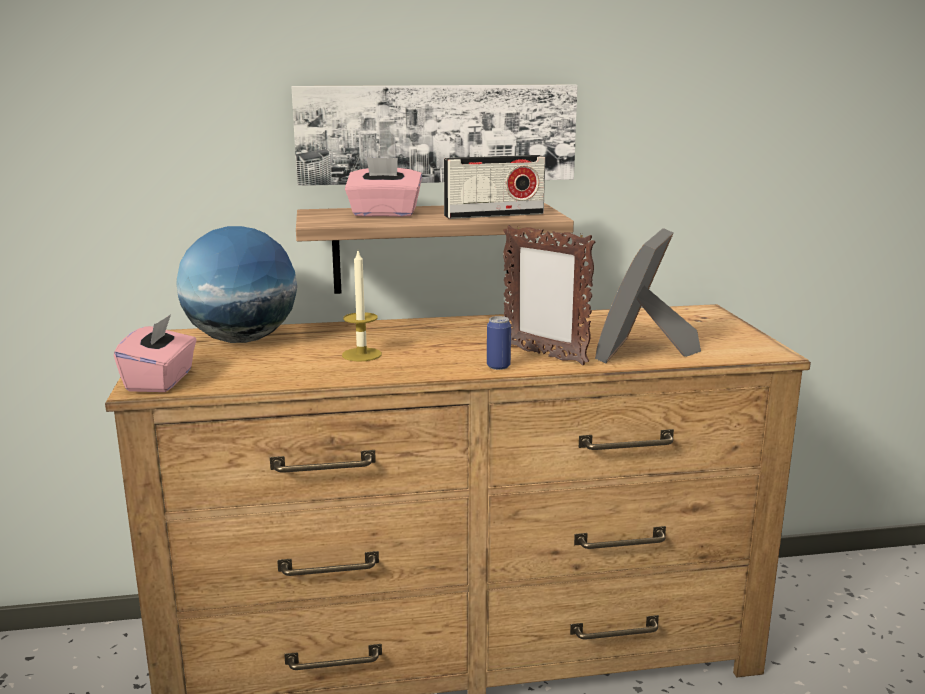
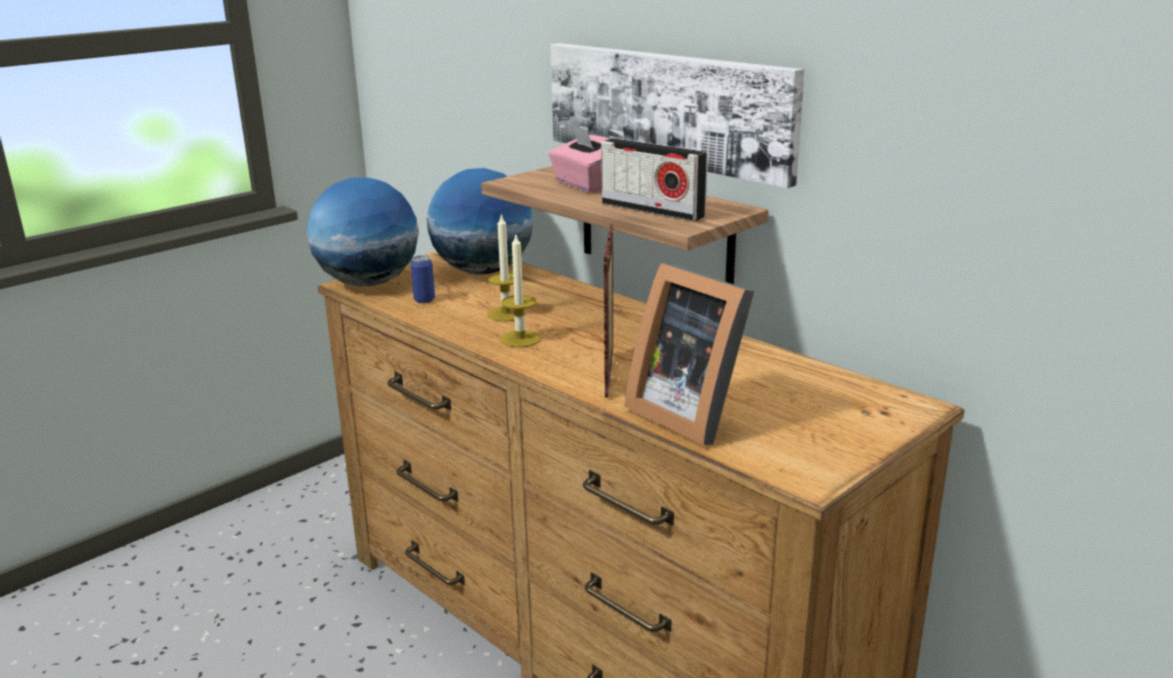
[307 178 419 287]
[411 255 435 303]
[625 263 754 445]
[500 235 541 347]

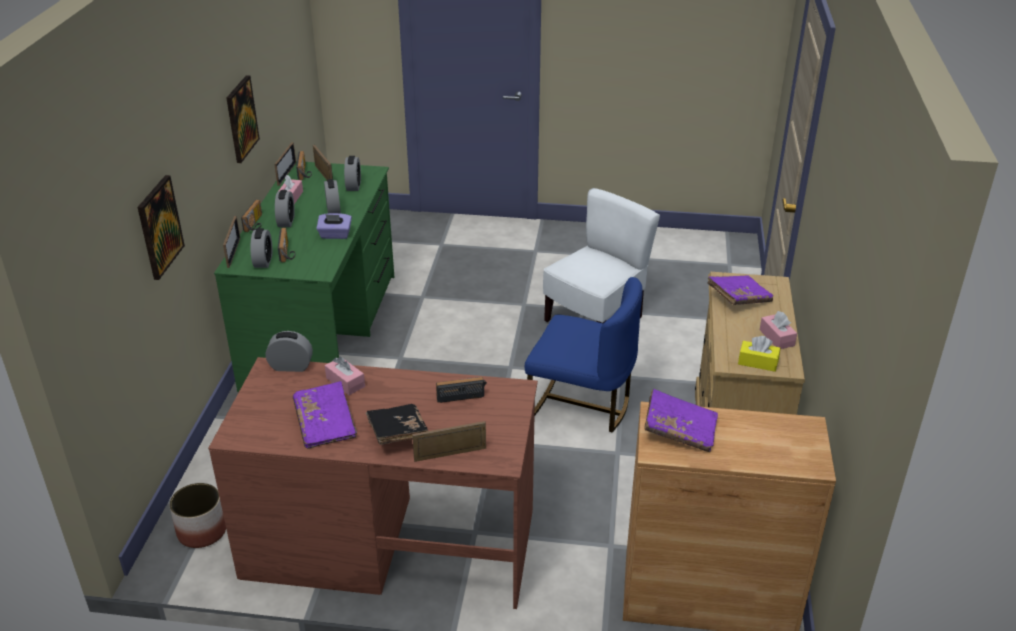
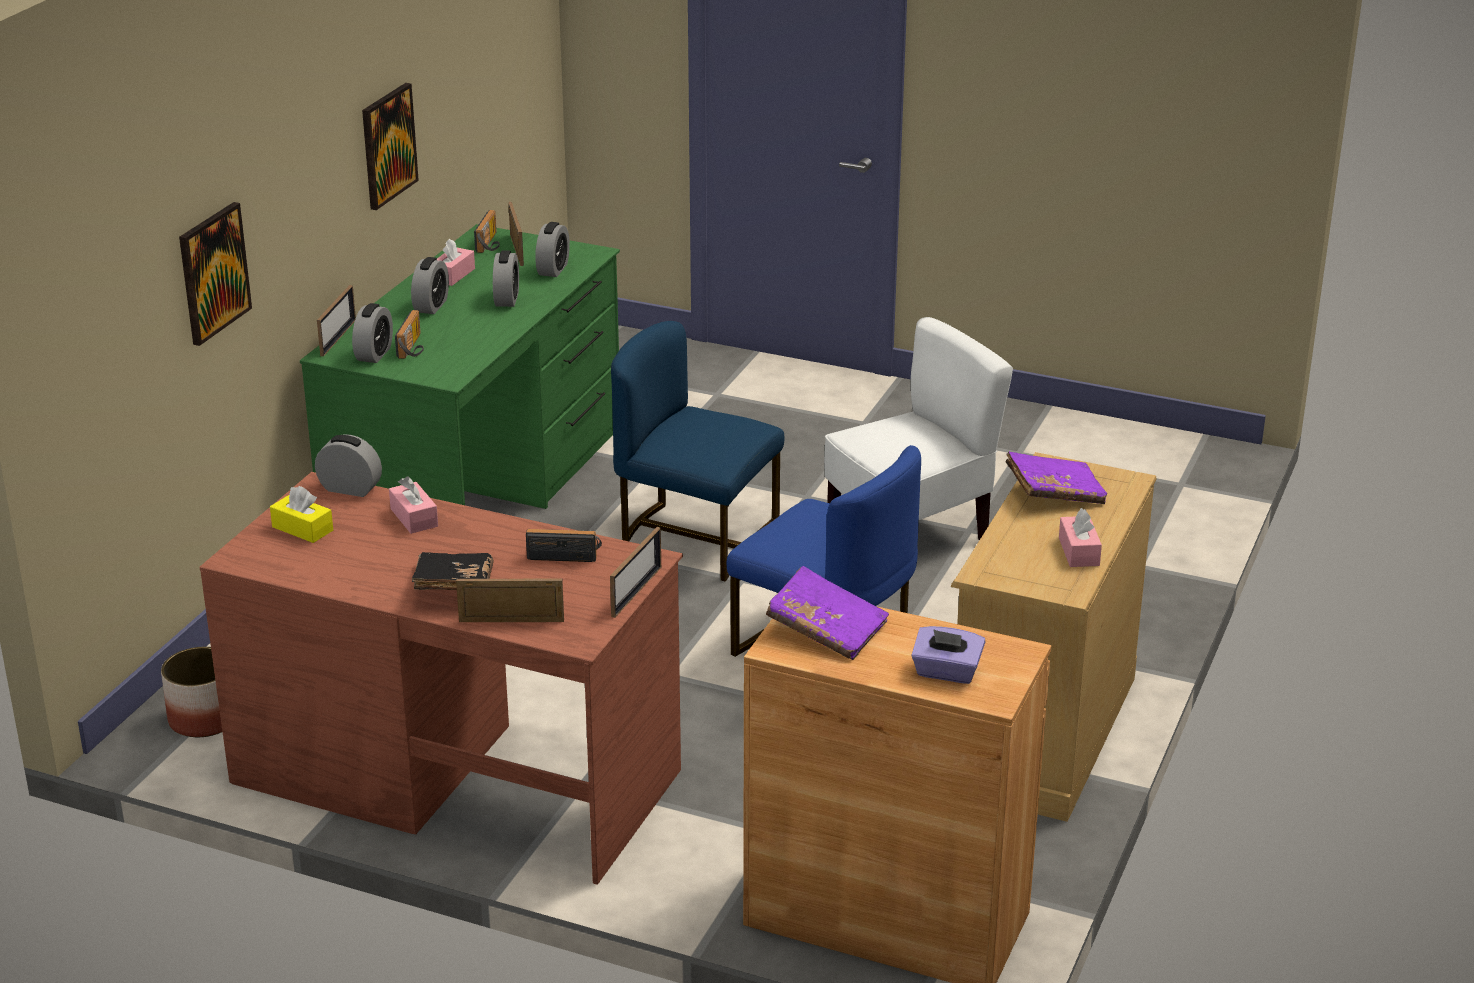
[241 200 262 232] (first image)
[610 527 661 618]
[293 381 357 449] (first image)
[911 626 985 684]
[270 486 333 543]
[611 321 784 581]

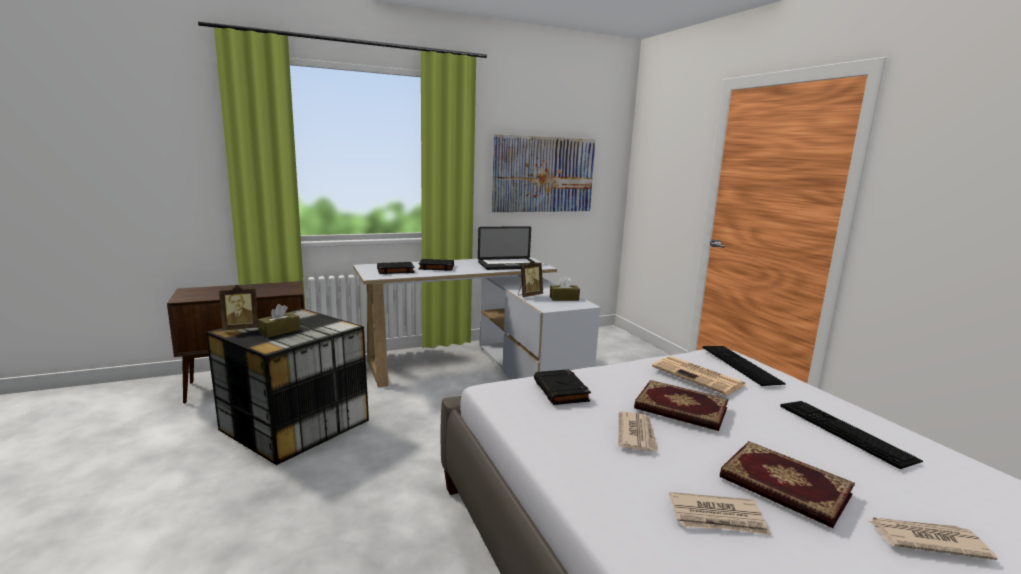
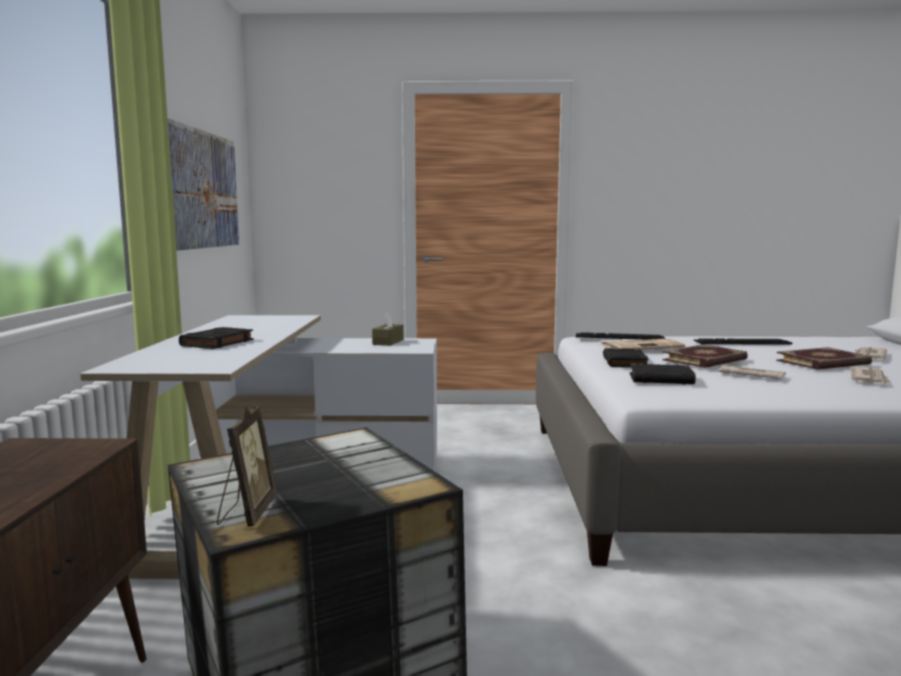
[258 304 300 338] (first image)
[603 348 648 368]
[478 226 536 270] (first image)
[518 260 543 297] (first image)

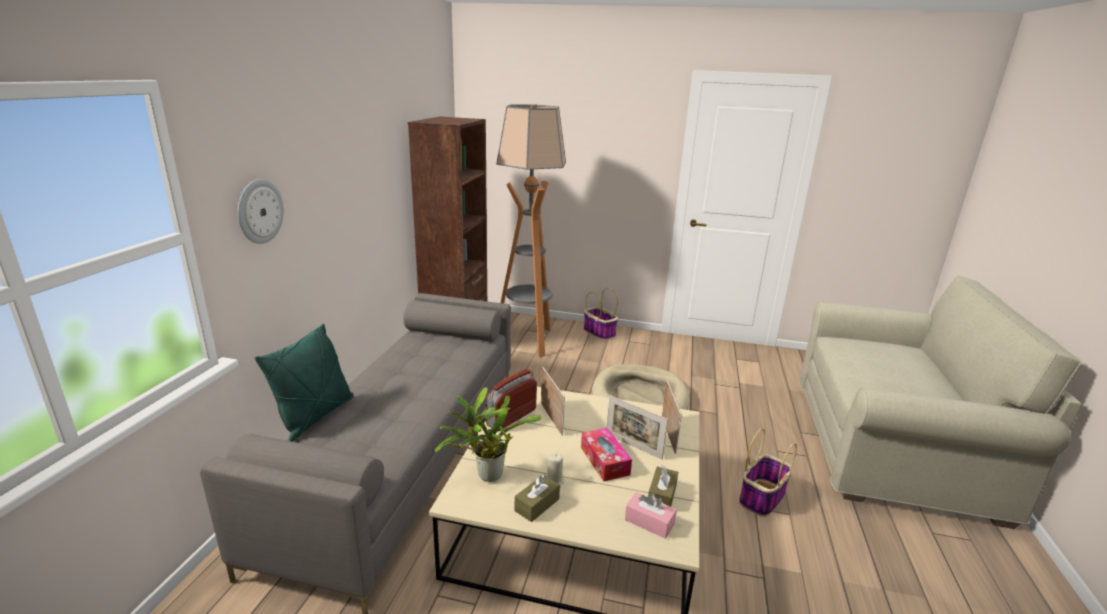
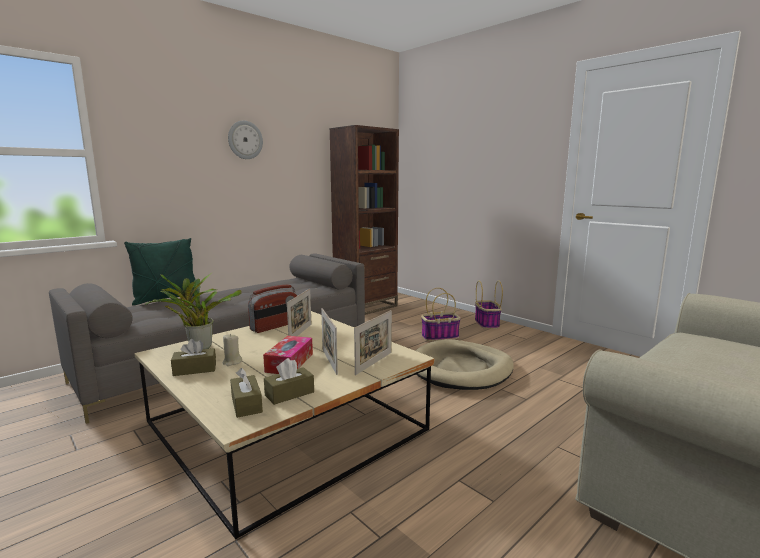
[228 120 263 159]
[248 284 297 333]
[496 104 566 357] (first image)
[230 368 263 418]
[421 288 461 341]

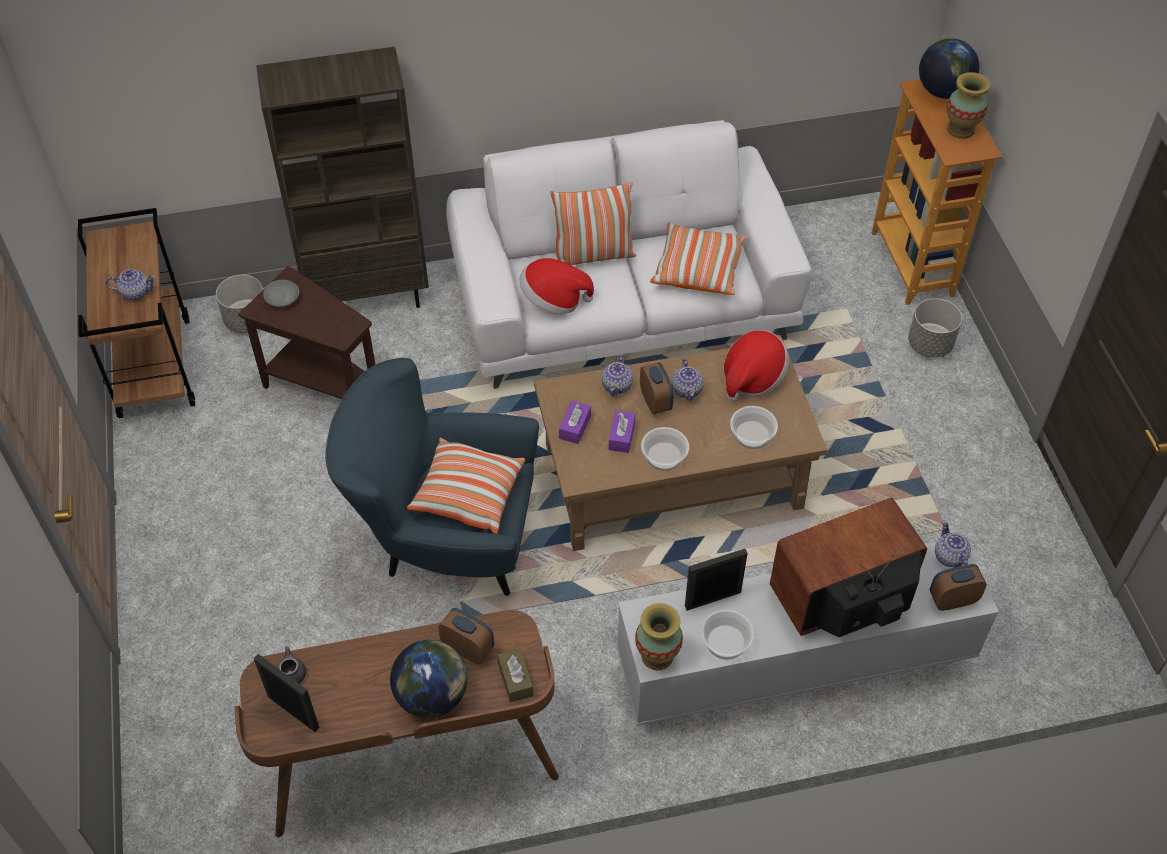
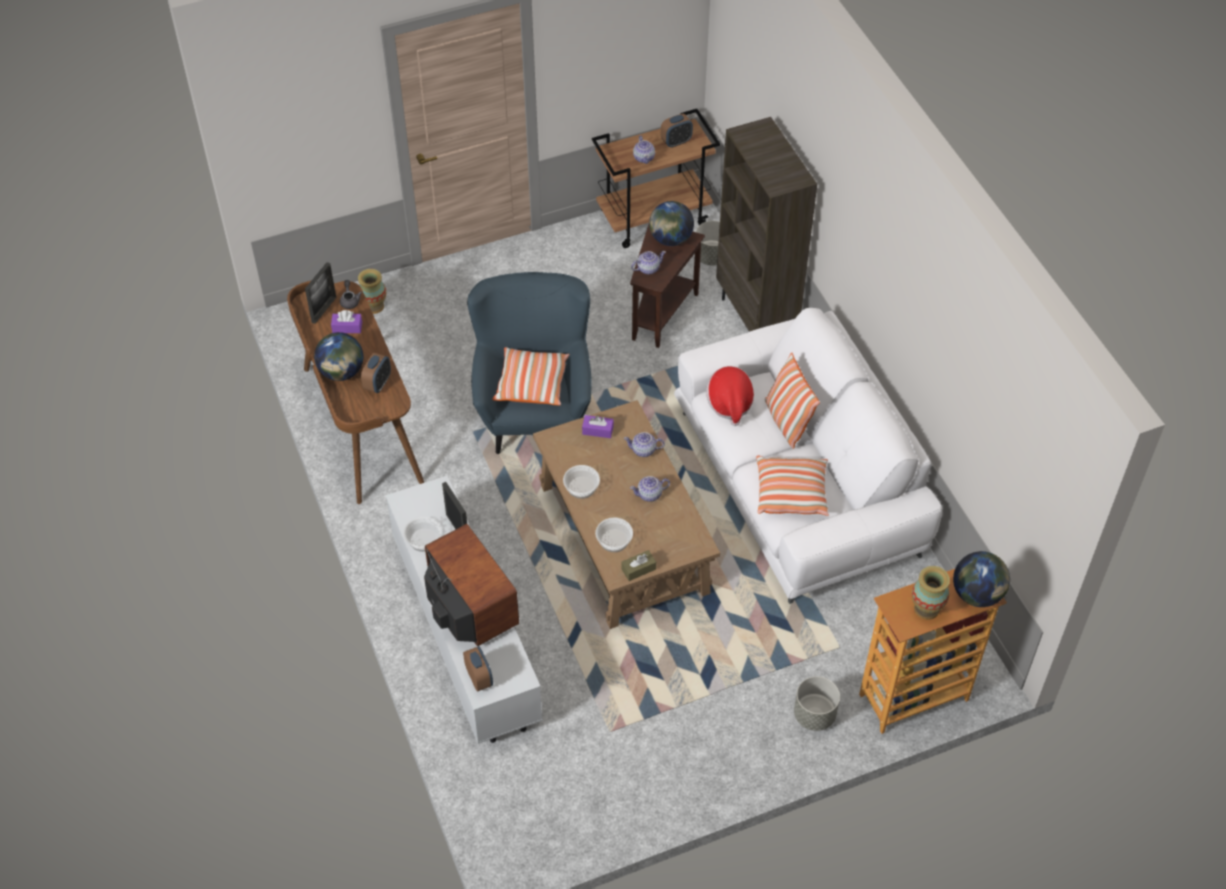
[649 201 694 246]
[621 550 656 581]
[331 310 362 333]
[358 269 386 314]
[661 114 693 148]
[723 330 789 402] (first image)
[631 251 666 274]

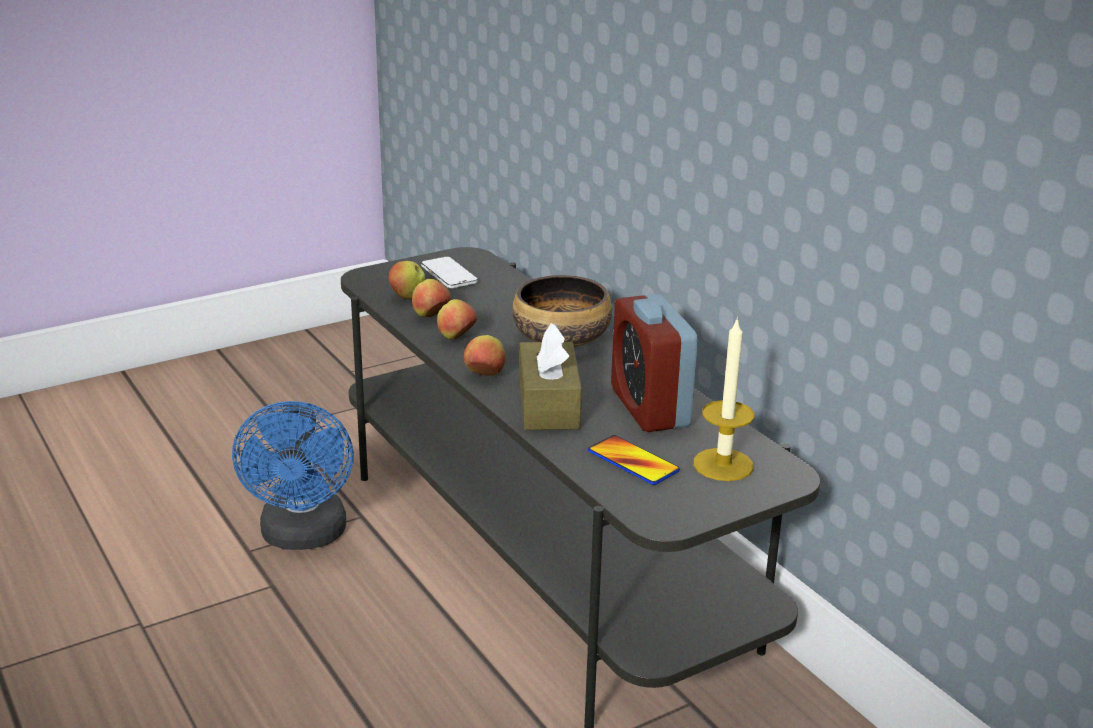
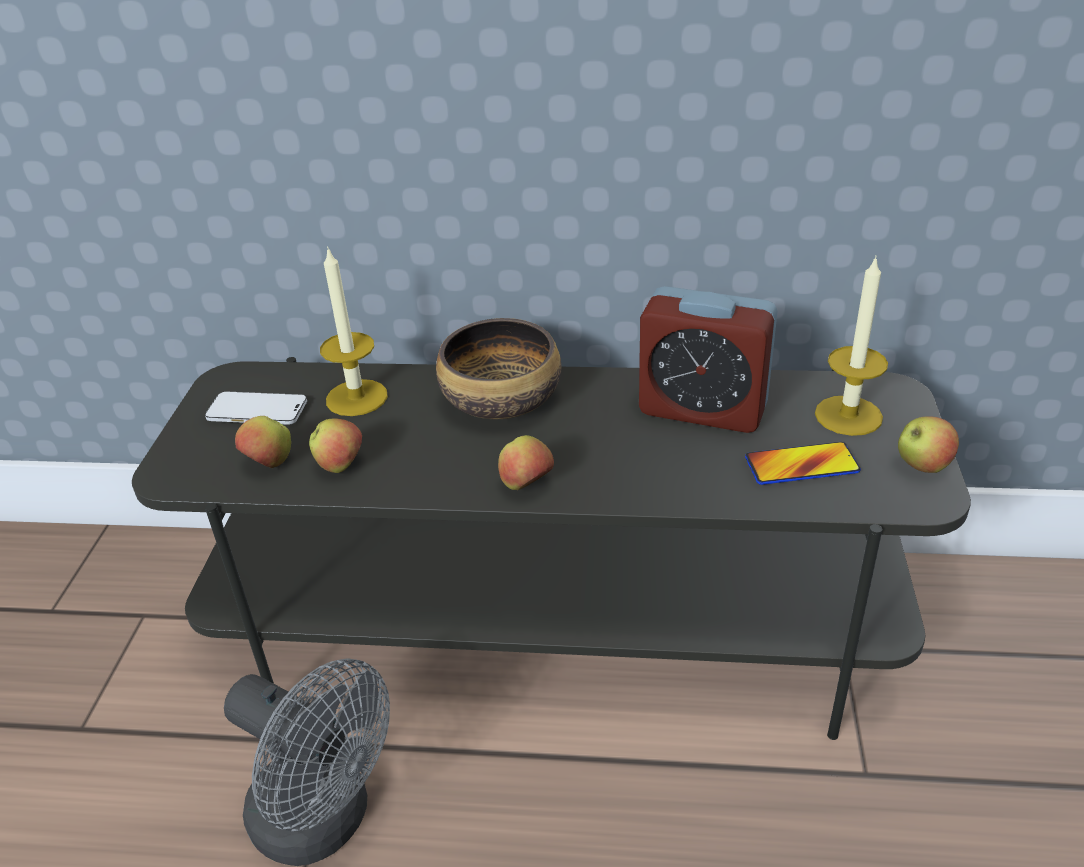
[224 658 390 866]
[898 416 959 473]
[519 323 582 430] (first image)
[320 246 388 416]

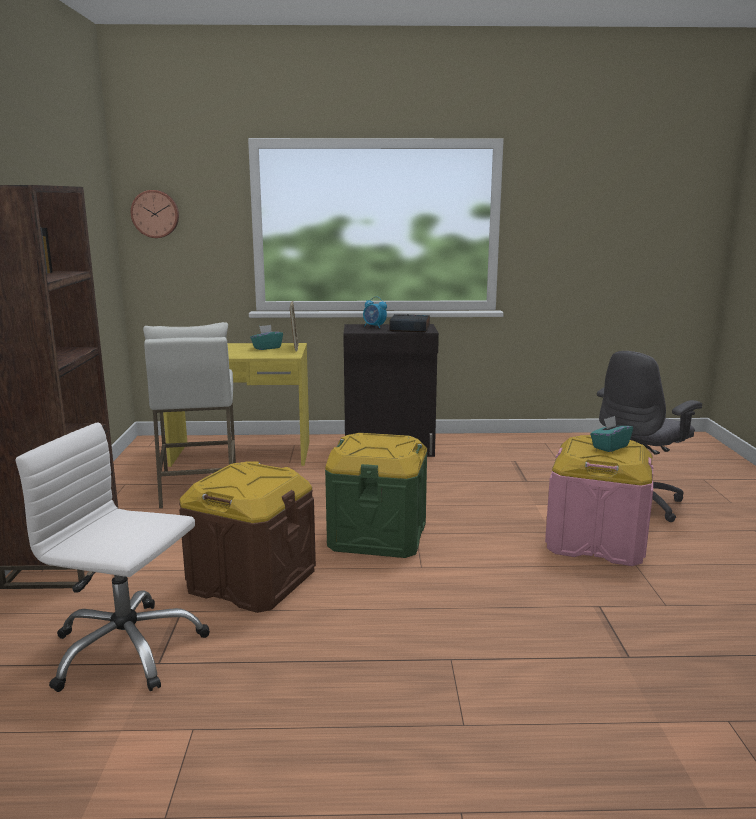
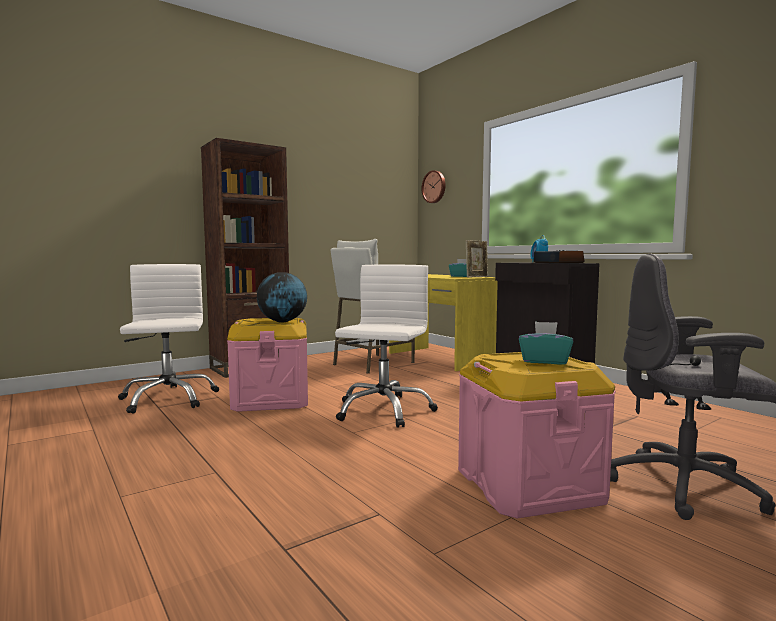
[227 318 308 412]
[335 264 438 428]
[257 272 307 322]

